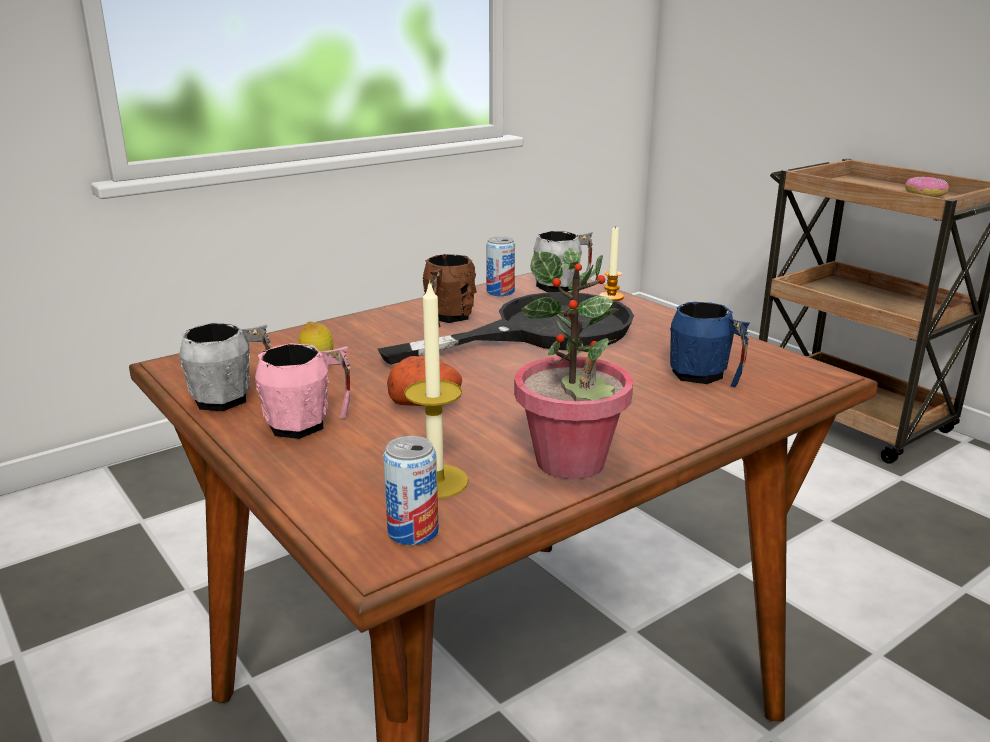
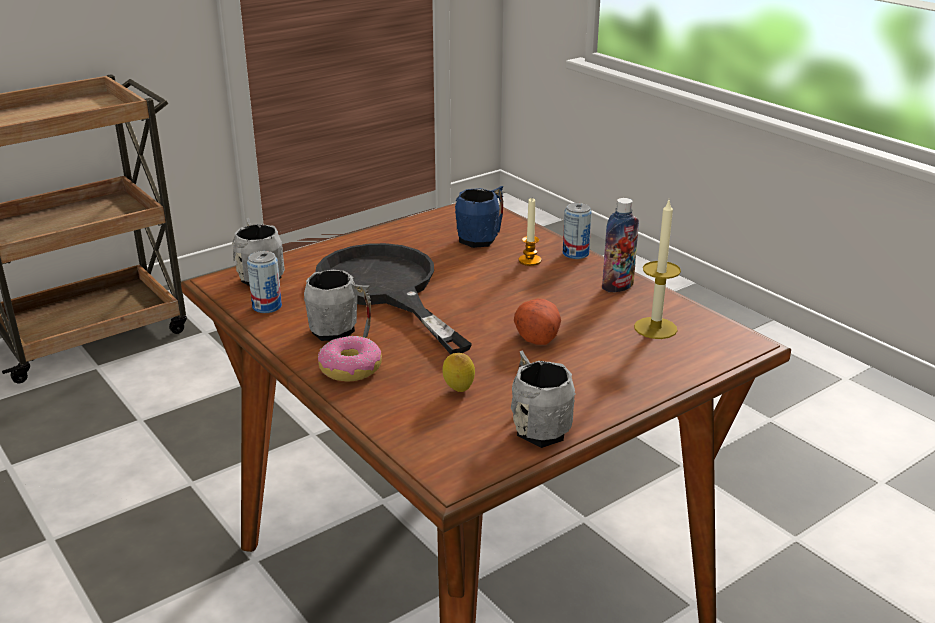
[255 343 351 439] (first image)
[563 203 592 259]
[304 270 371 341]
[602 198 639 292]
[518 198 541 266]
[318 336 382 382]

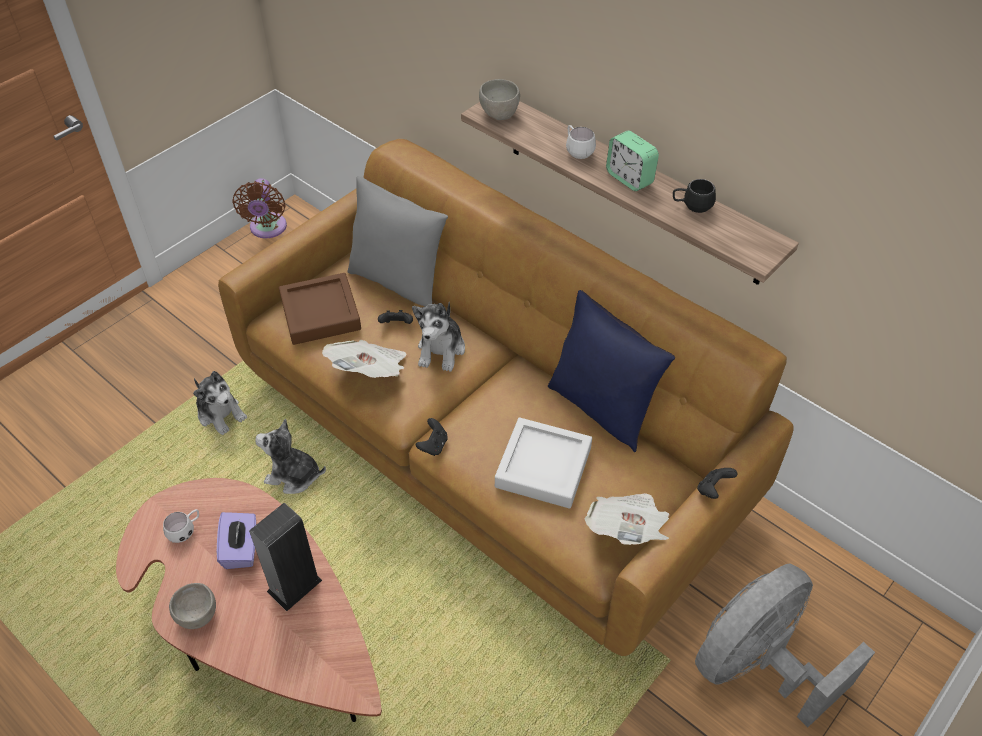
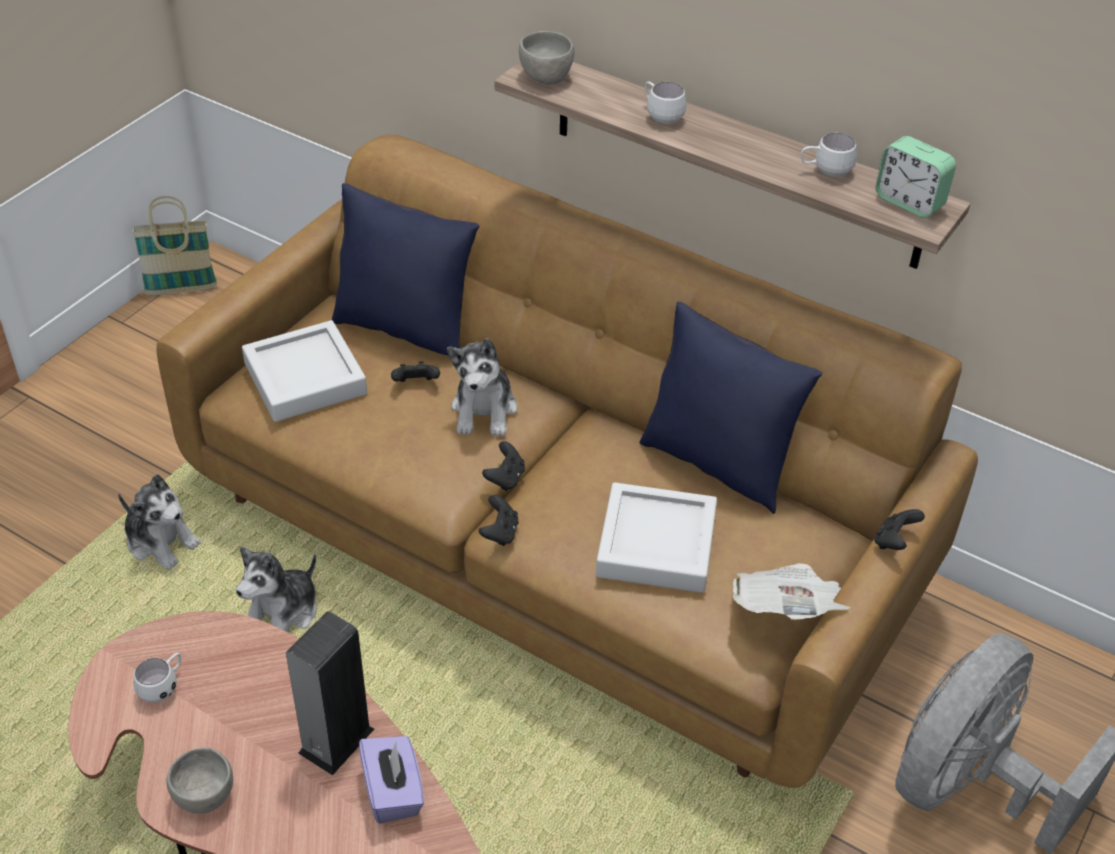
[359 736 424 824]
[132 196 217 296]
[236 547 317 633]
[242 320 367 422]
[322 340 407 378] (first image)
[332 183 480 356]
[875 136 956 218]
[801 133 857 177]
[482 441 525 491]

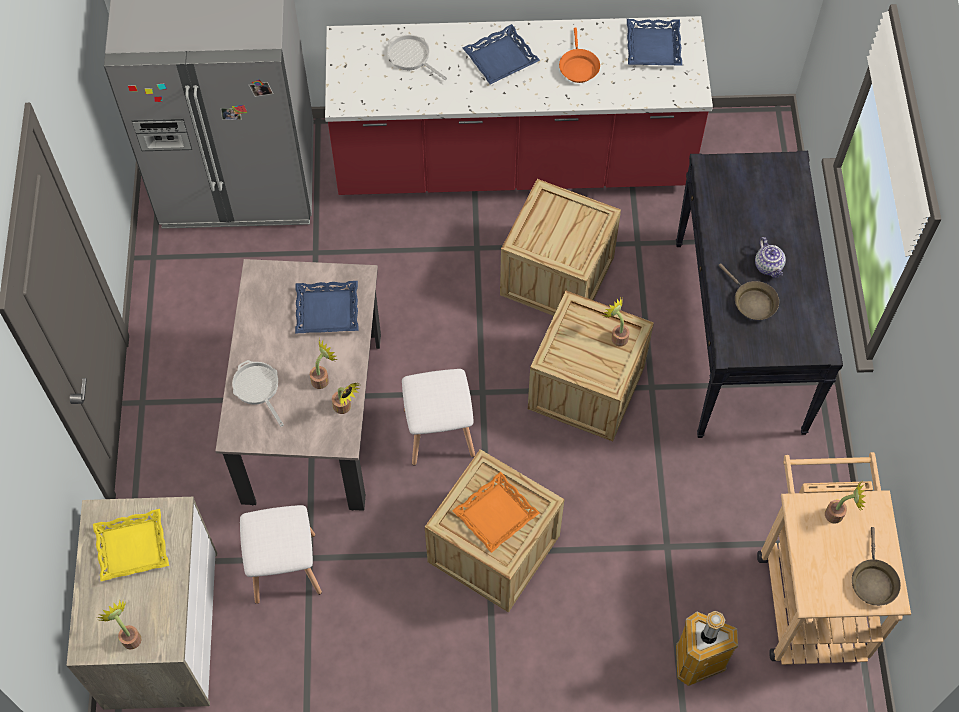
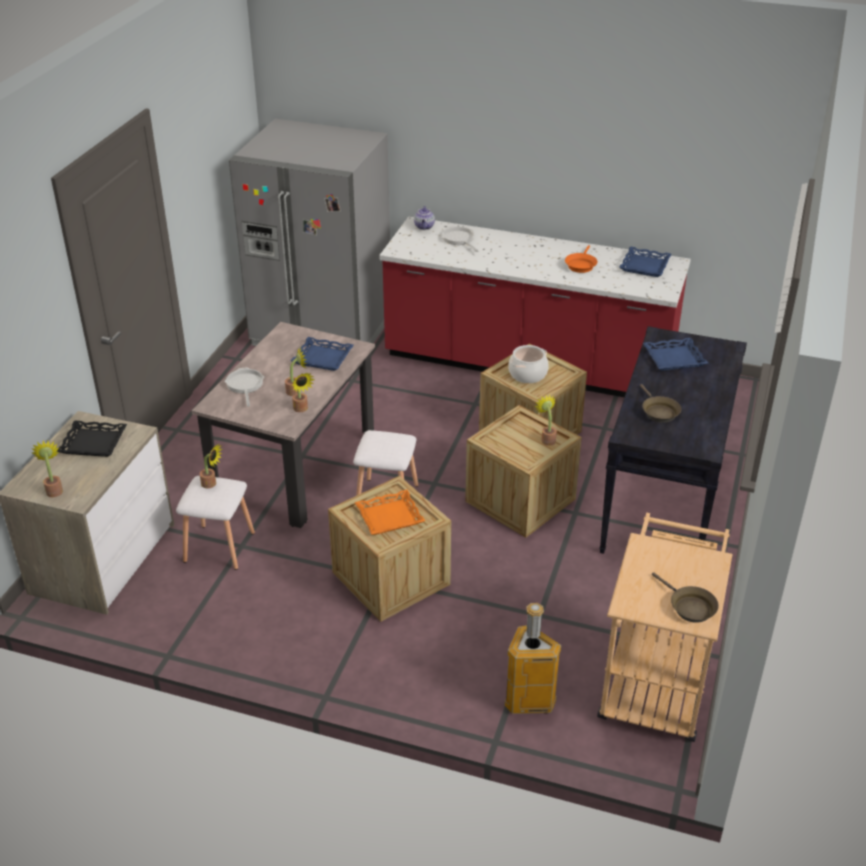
[56 421 127 457]
[643 338 708 371]
[414 206 435 230]
[200 444 222 489]
[652 572 719 623]
[508 345 549 383]

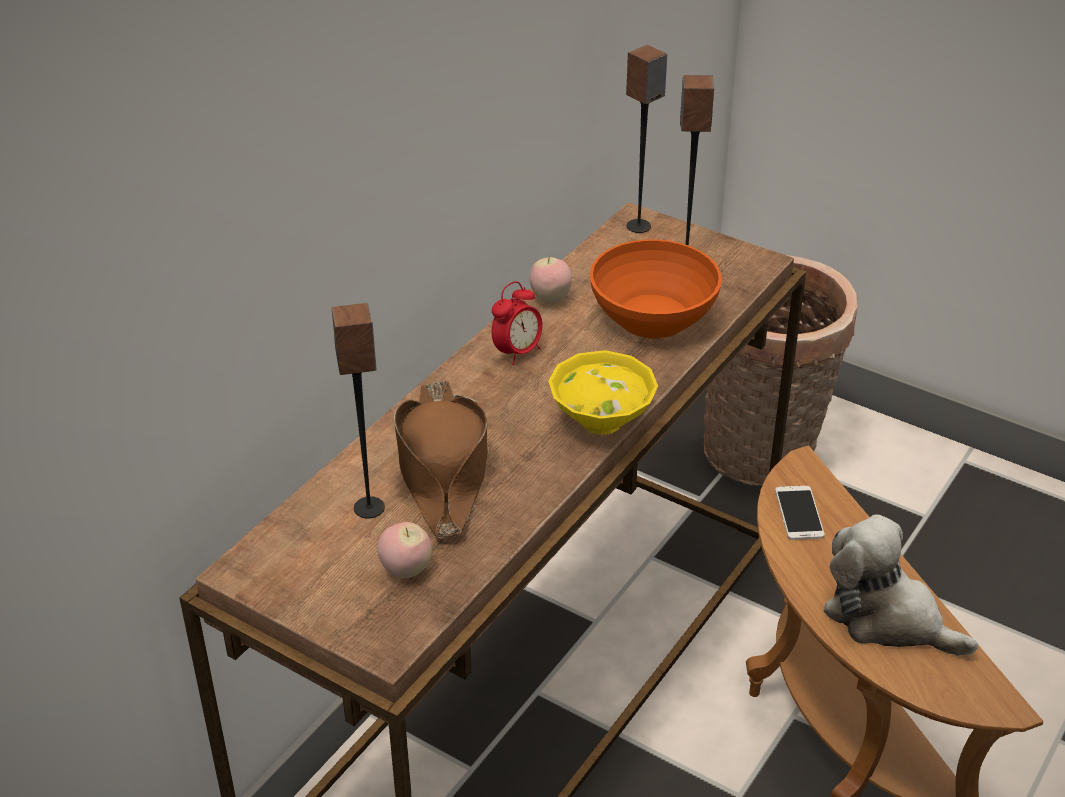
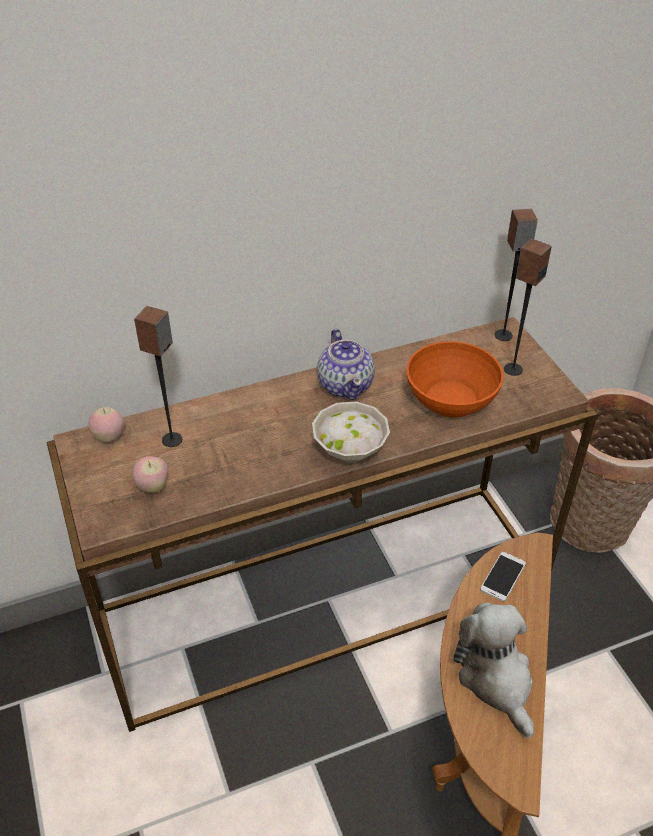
[394 380 490 538] (first image)
[317 329 375 400]
[89 407 124 442]
[312 401 390 463]

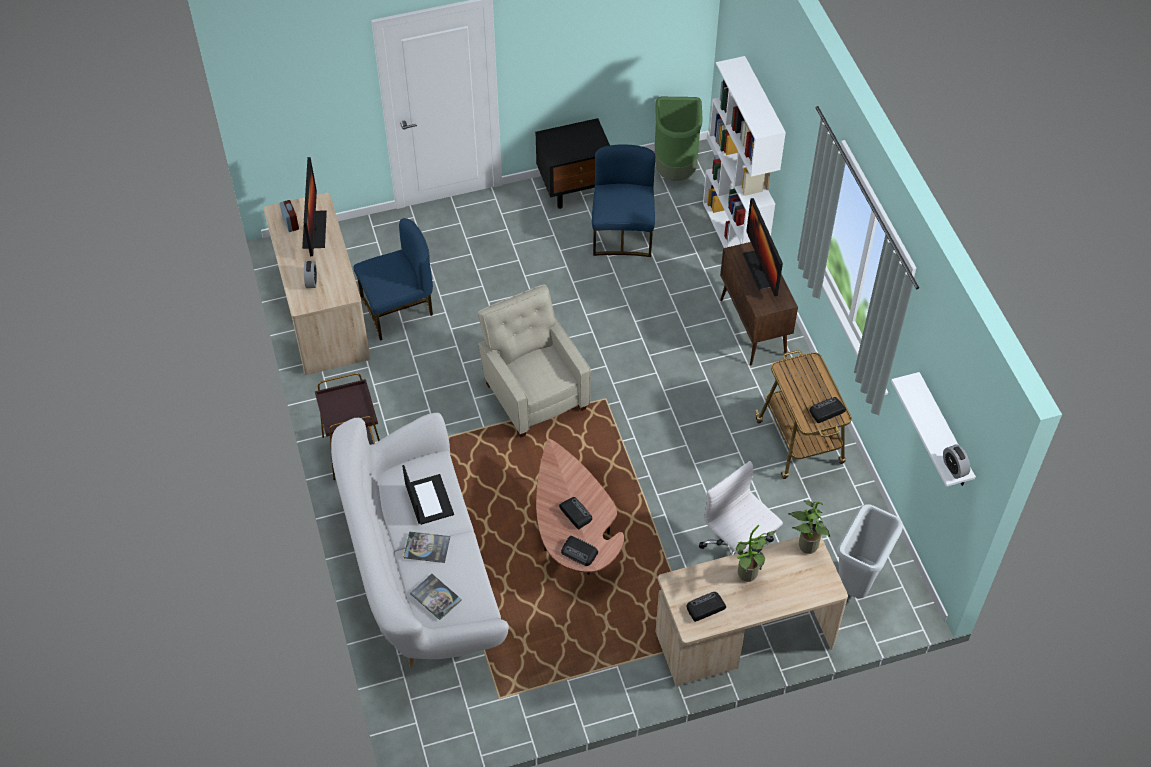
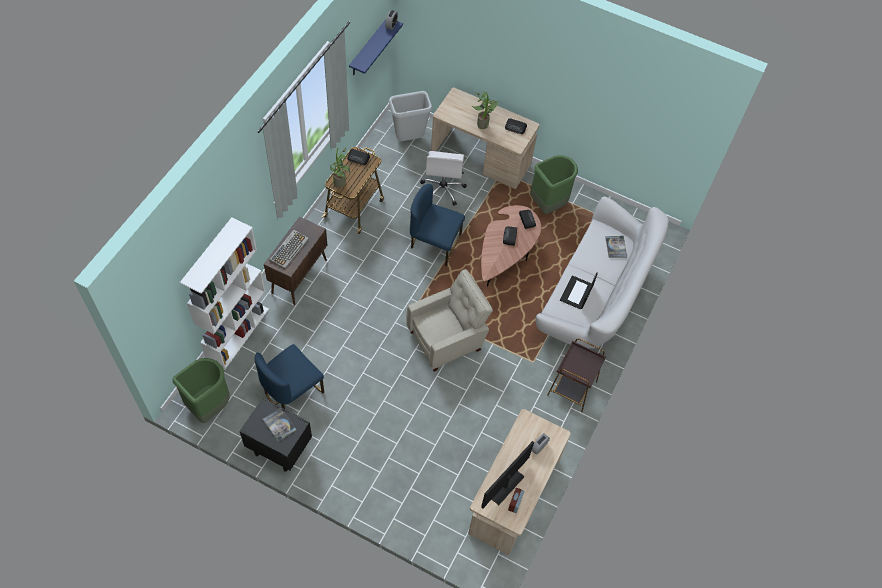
[410 184 465 267]
[262 408 296 442]
[406 269 493 372]
[269 229 309 269]
[330 147 350 188]
[349 20 403 75]
[530 155 578 214]

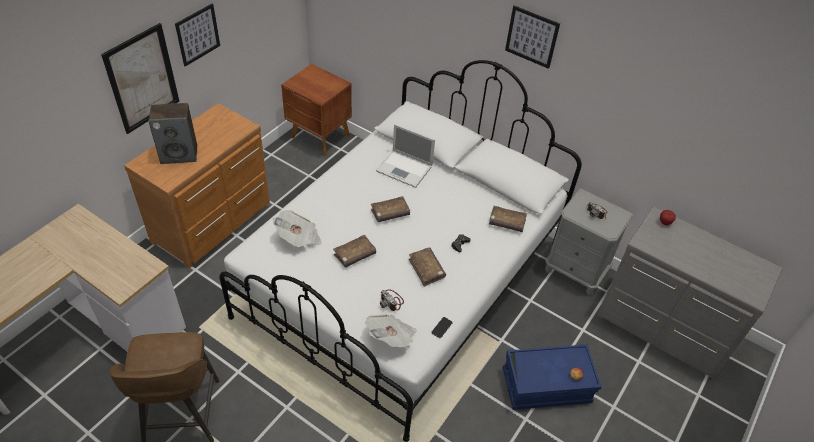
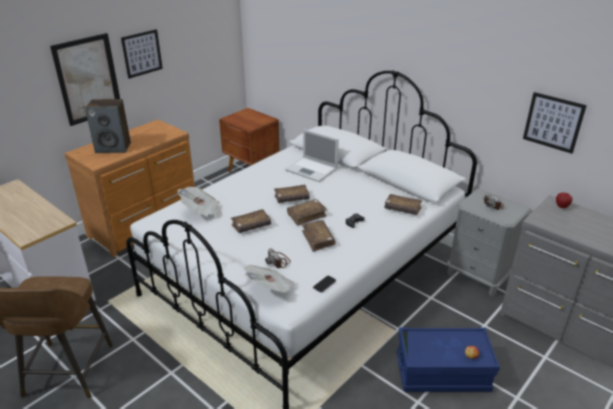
[523 92 587 154]
[287 199 327 225]

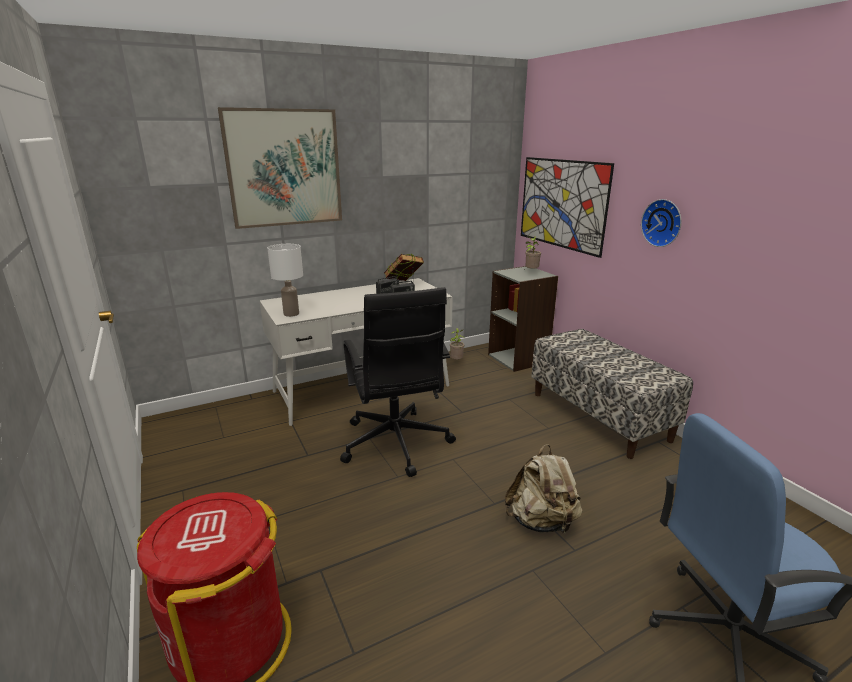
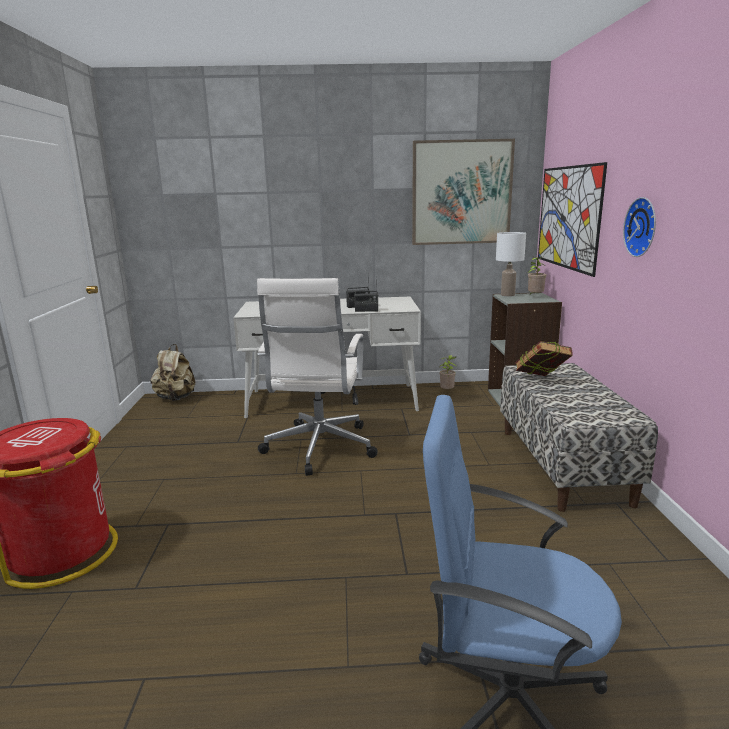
[412 139 515 245]
[496 232 526 297]
[257 278 378 476]
[515 341 573 376]
[150 344 195 401]

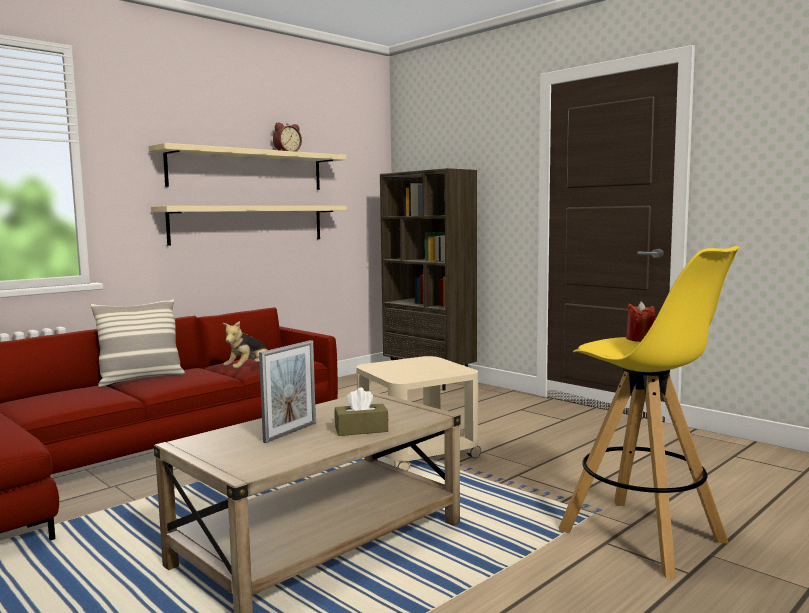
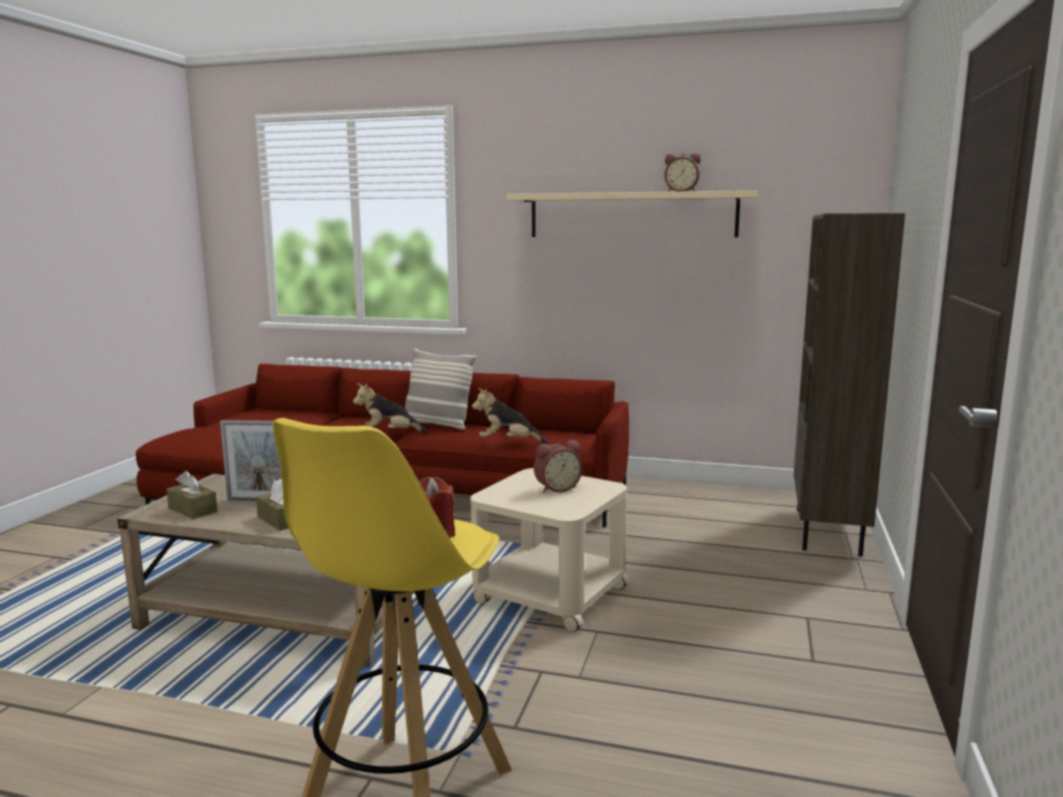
[151 206 347 246] (first image)
[166 471 217 519]
[353 383 428 433]
[534 440 583 493]

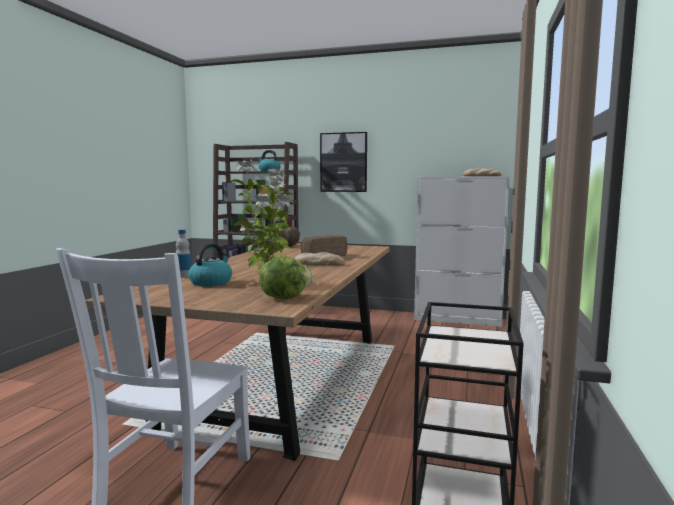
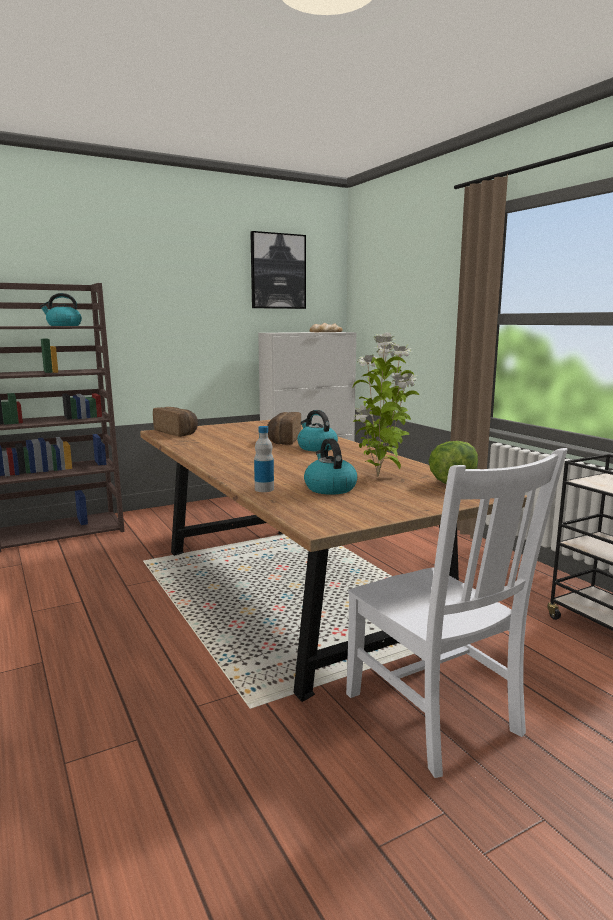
[297 410 338 452]
[250 231 306 309]

